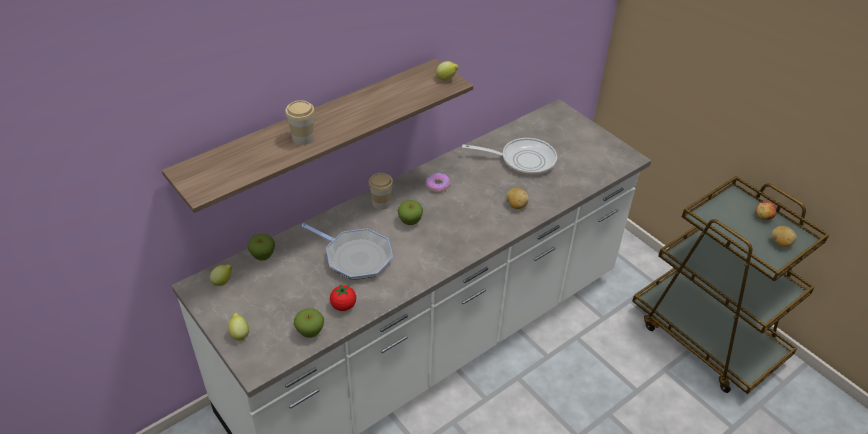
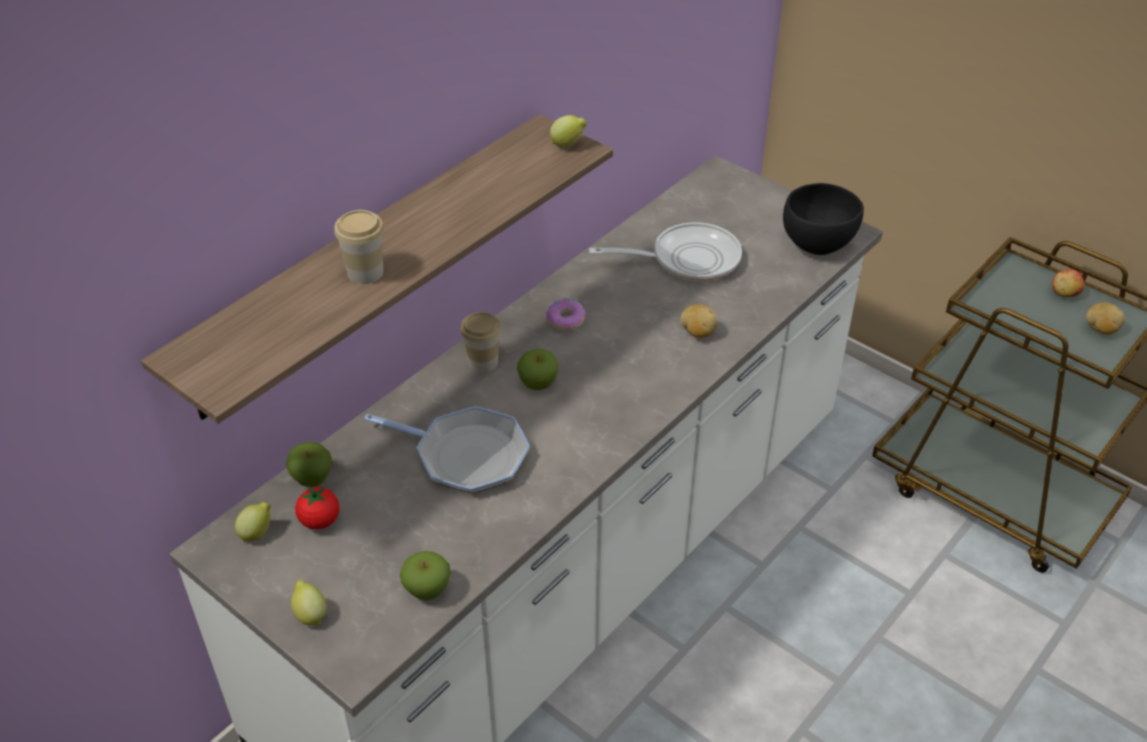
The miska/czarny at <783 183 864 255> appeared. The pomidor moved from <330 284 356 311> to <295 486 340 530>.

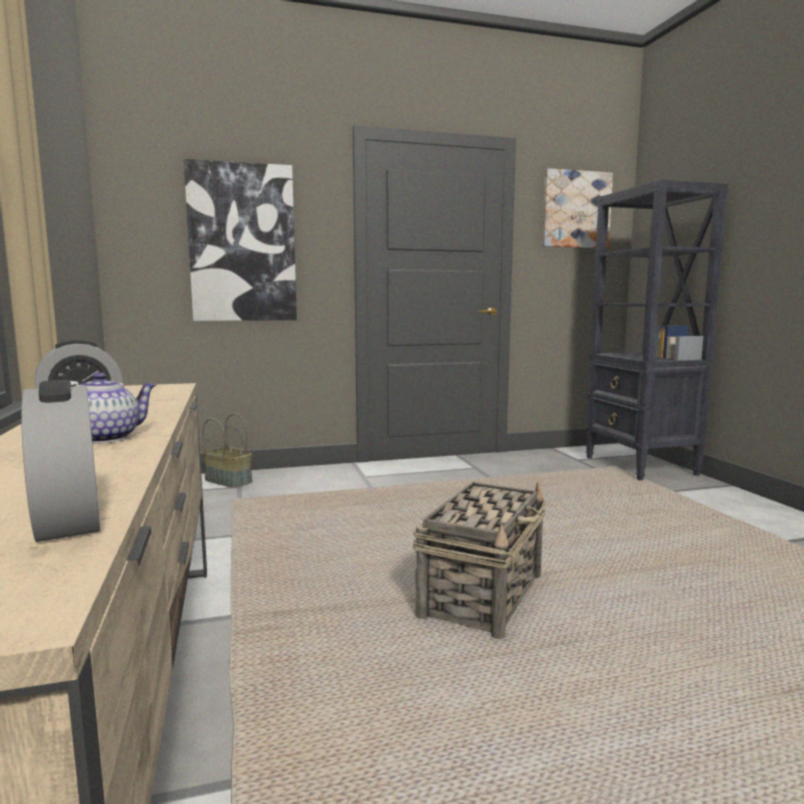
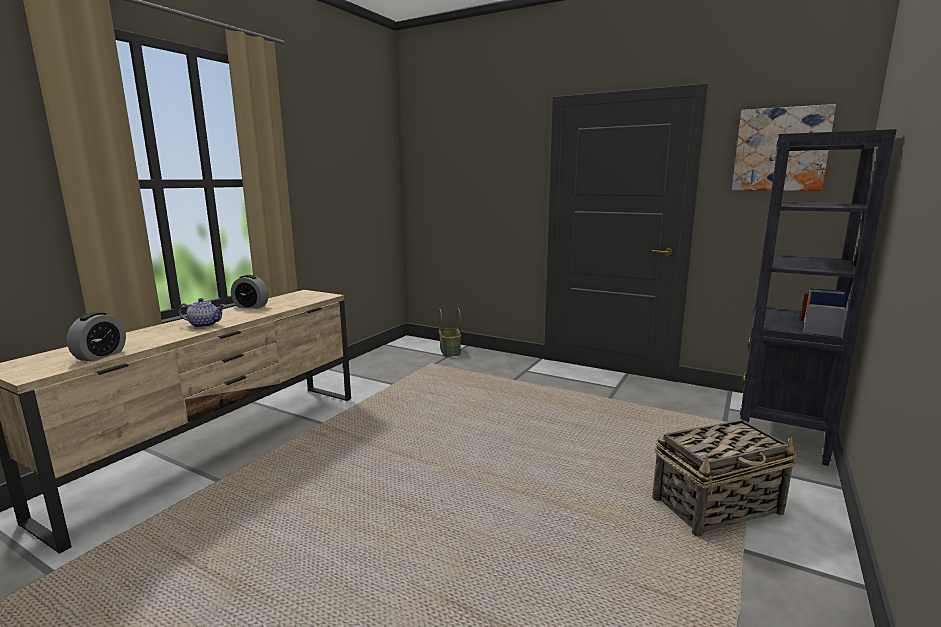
The obraz at <184 159 297 321> disappeared. The koszyk moved from <413 482 545 639> to <652 419 797 537>.

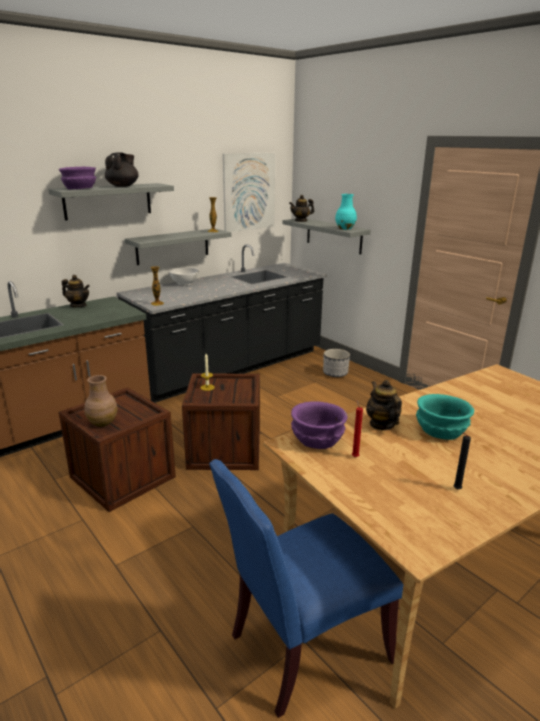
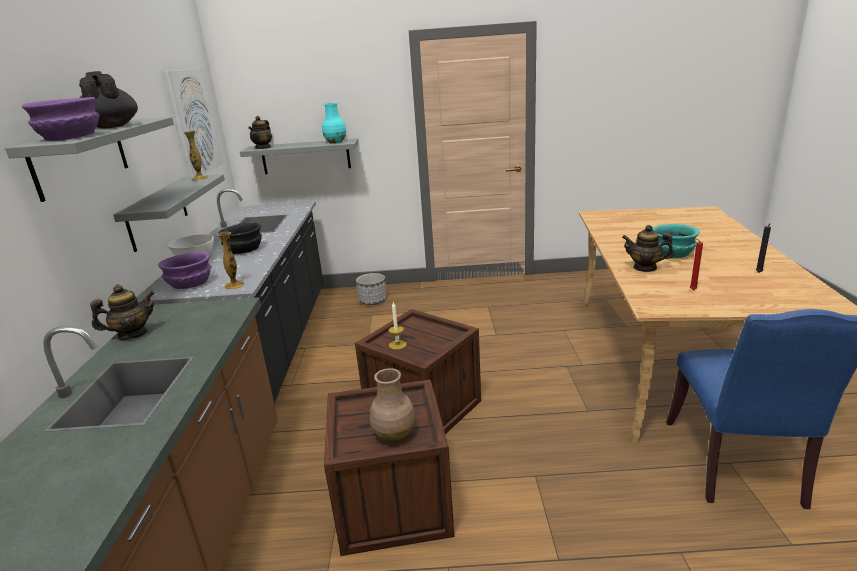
The miska/czarny at <218 222 262 254> appeared. The miska/fioletowy moved from <291 401 348 449> to <158 252 212 289>.

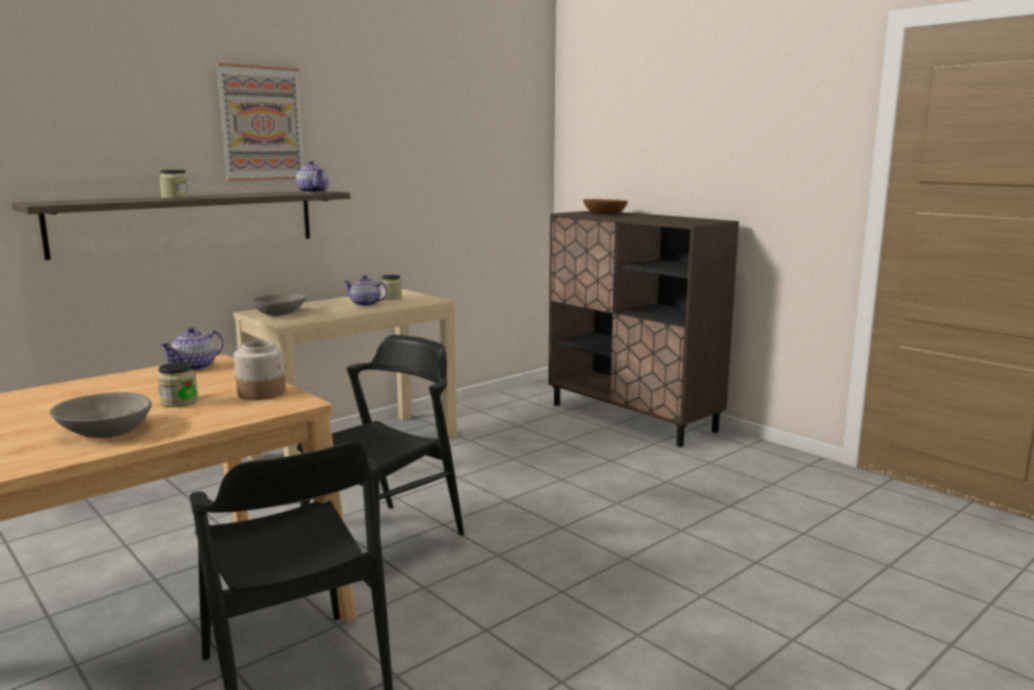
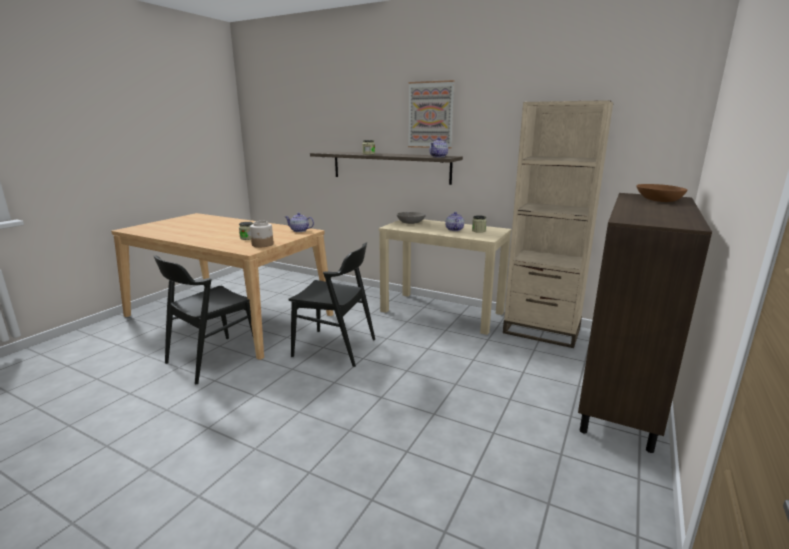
The miska/szary at <50 392 152 438> disappeared. The regał/beżowy at <503 100 614 348> appeared.

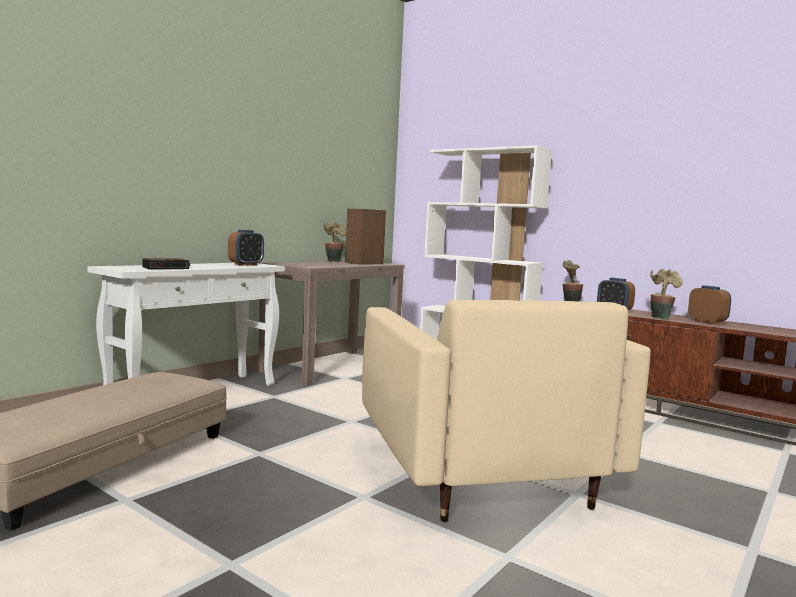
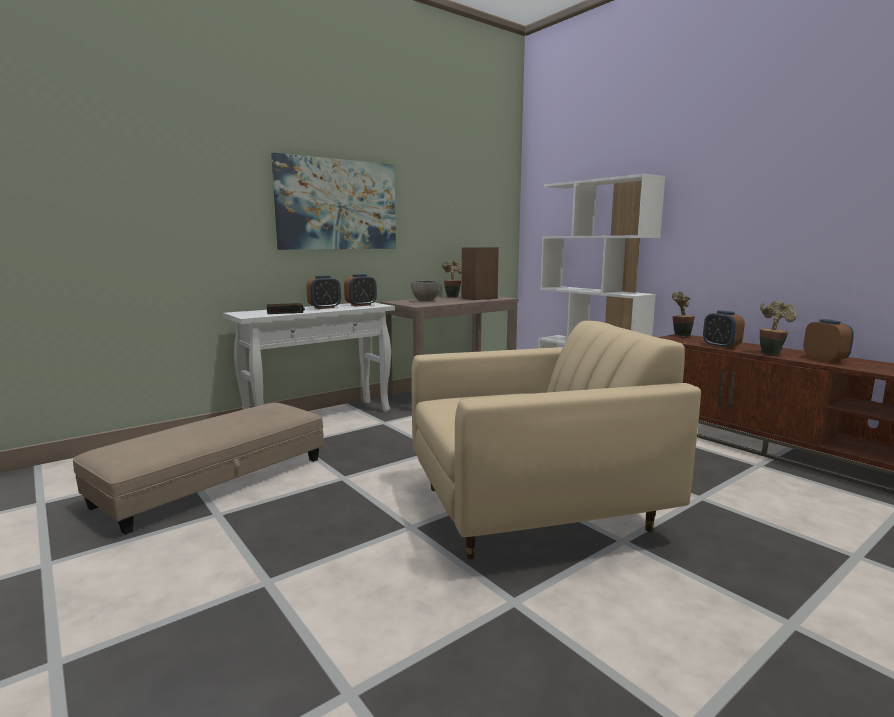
The obraz at <271 153 396 250> appeared. The budzik at <306 276 341 309> appeared. The miska/szary at <411 281 440 301> appeared. The fotel/beżowy at <362 300 651 522> turned 105 degrees counterclockwise.

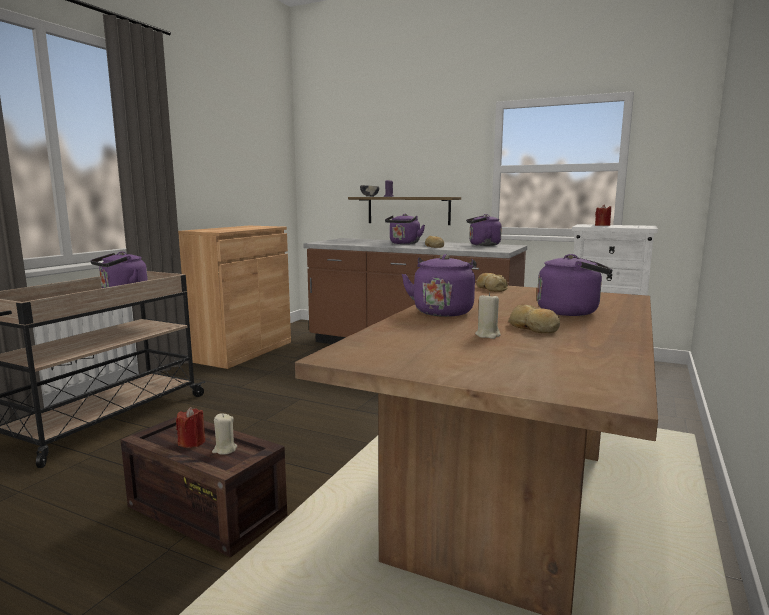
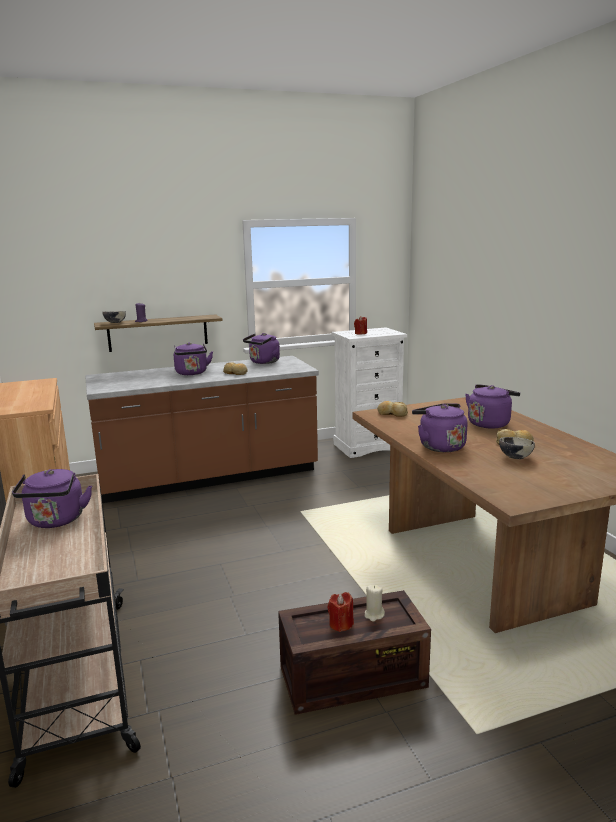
The świeca/beżowy at <475 293 501 339> was replaced by the miska at <499 437 535 459>.

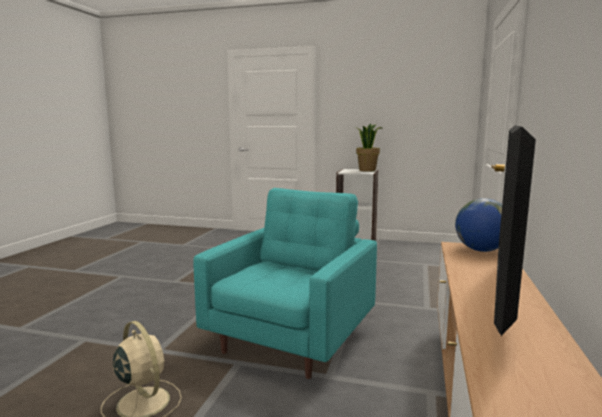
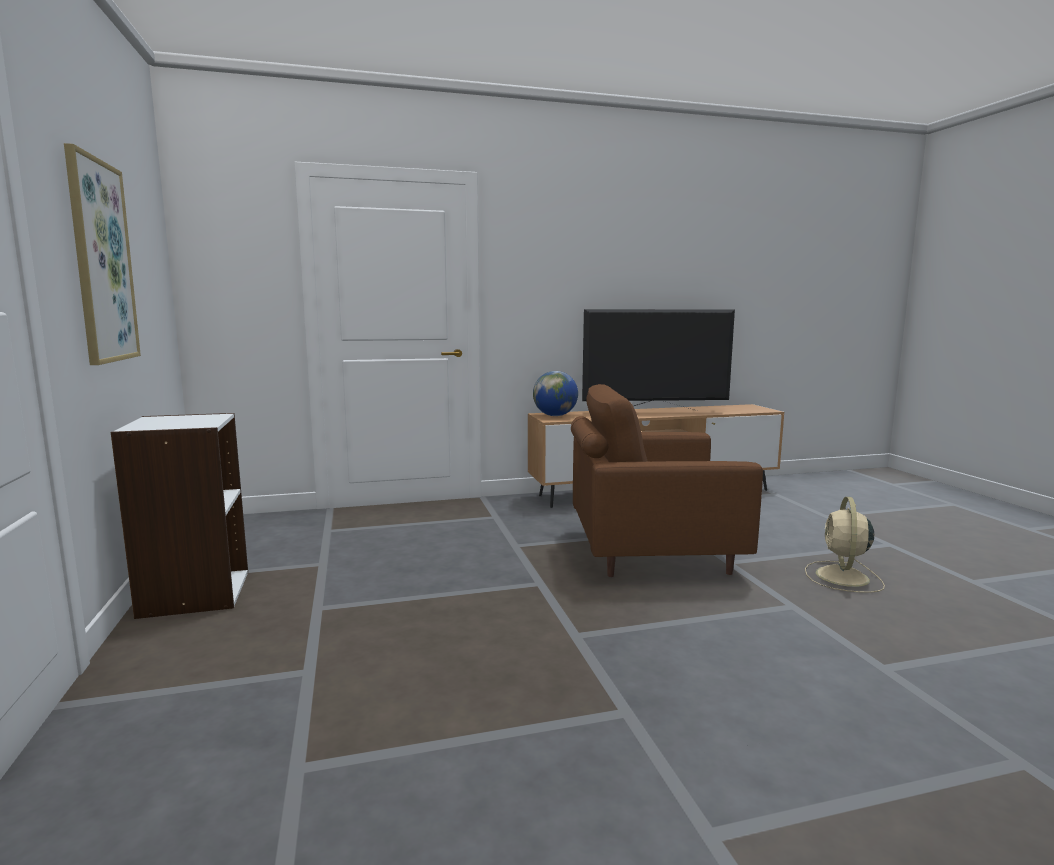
The roślina doniczkowa at <355 124 383 172> disappeared. The obraz at <64 143 141 365> appeared. The fotel/turkusowy at <193 188 377 379> became the fotel/brązowy at <571 384 763 577>.

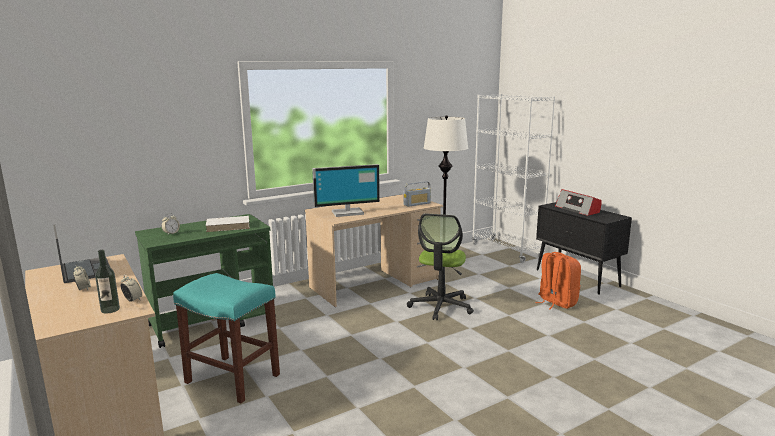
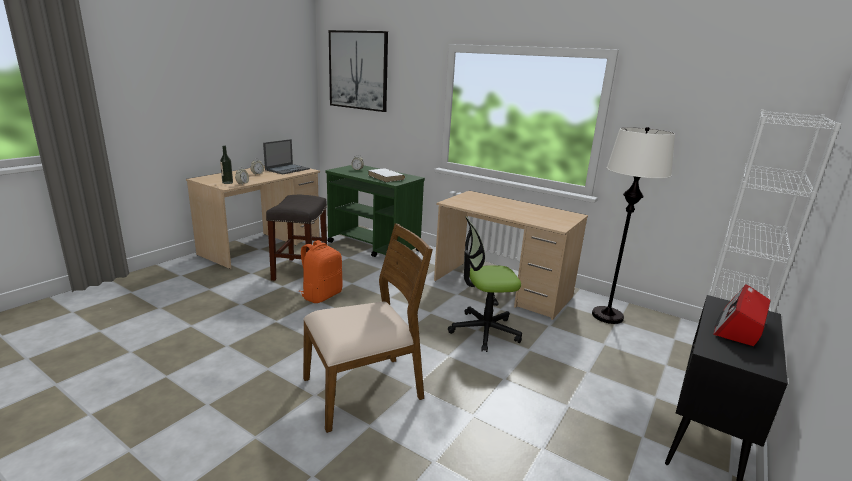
The monitor at <312 164 380 217> disappeared. The radio at <403 181 431 207> disappeared. The krzesło/brązowy at <303 223 433 433> appeared. The obraz at <329 30 388 112> appeared. The plecak/pomarańczowy moved from <535 252 581 309> to <299 240 342 303>. The stołek/turkusowy at <173 273 280 403> became the stołek/szary at <266 195 327 281>.

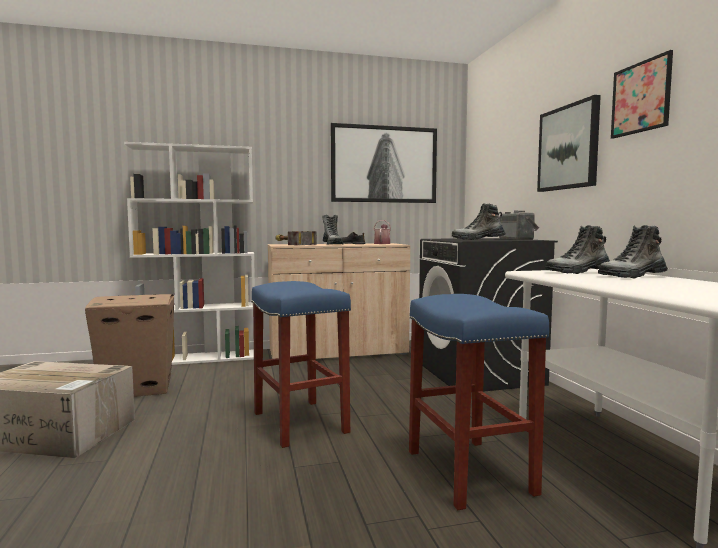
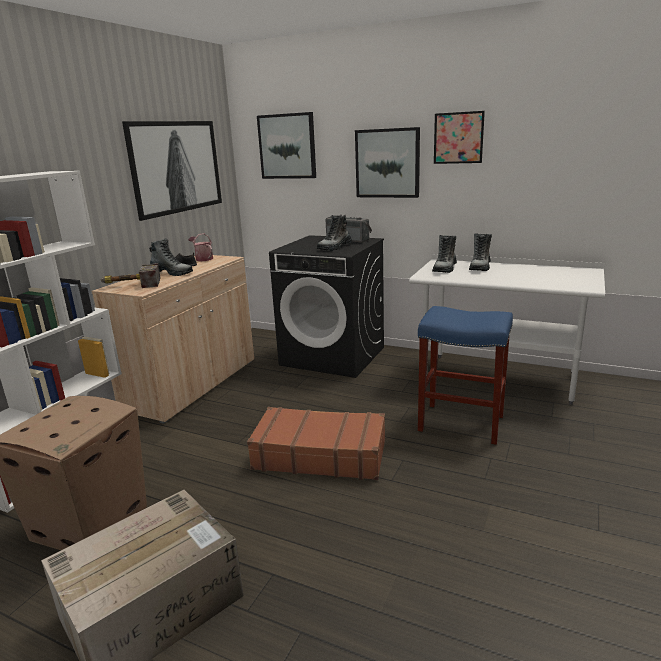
The obraz at <257 112 316 179> appeared. The stołek/niebieski at <251 281 351 448> was replaced by the walizka/brązowy at <247 407 385 480>.

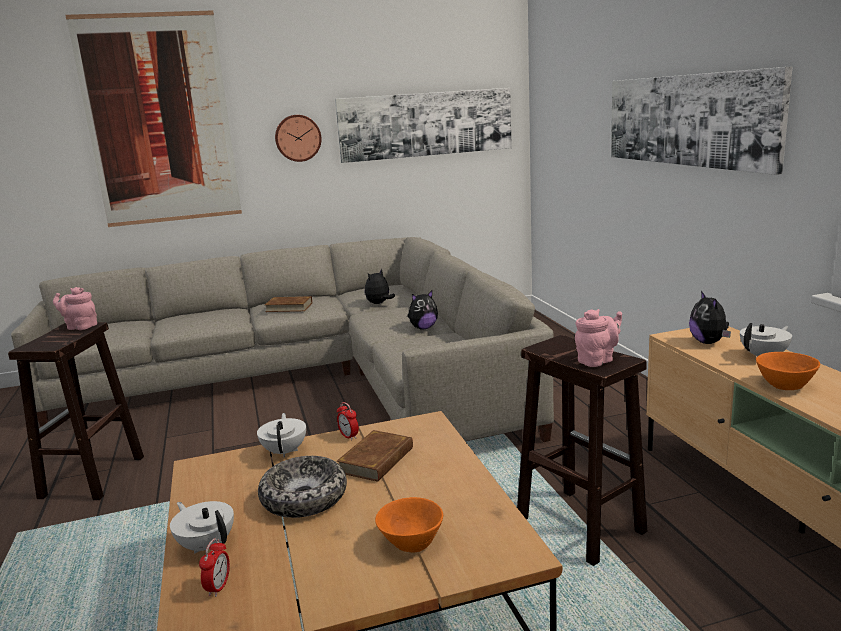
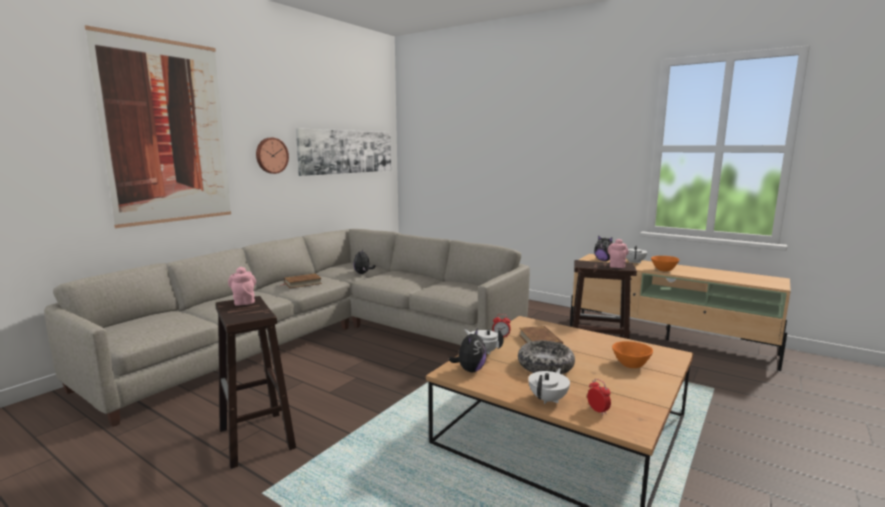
The obraz at <611 66 792 175> disappeared. The pluszak moved from <407 291 438 329> to <449 328 487 372>. The imbryk/różowy at <53 287 97 330> turned 90 degrees clockwise. The imbryk/biały at <170 501 234 553> turned 120 degrees clockwise.

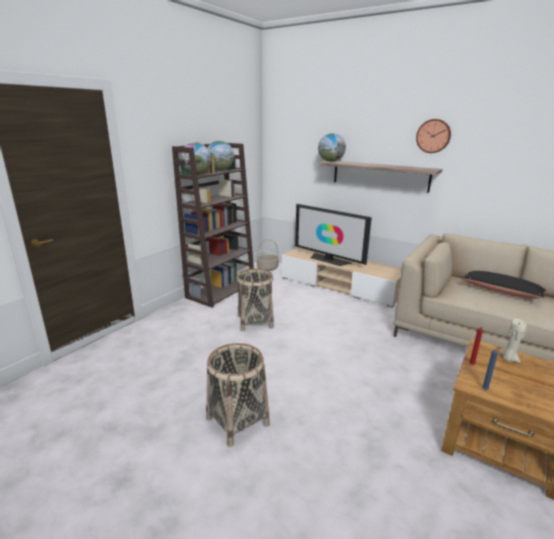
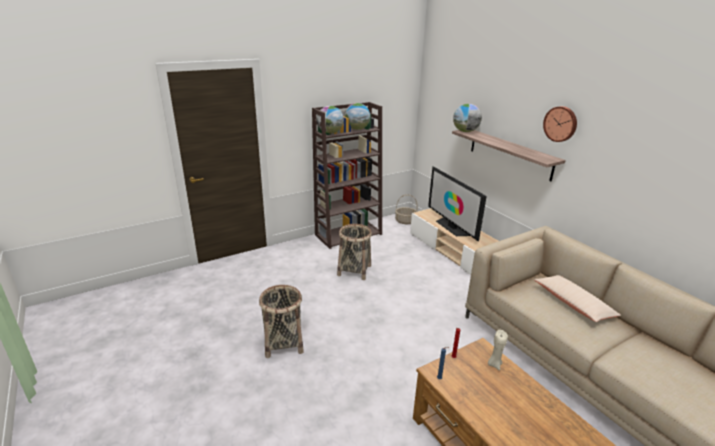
The poduszka/czarny at <461 271 546 299> became the poduszka/beżowy at <534 275 621 322>.

